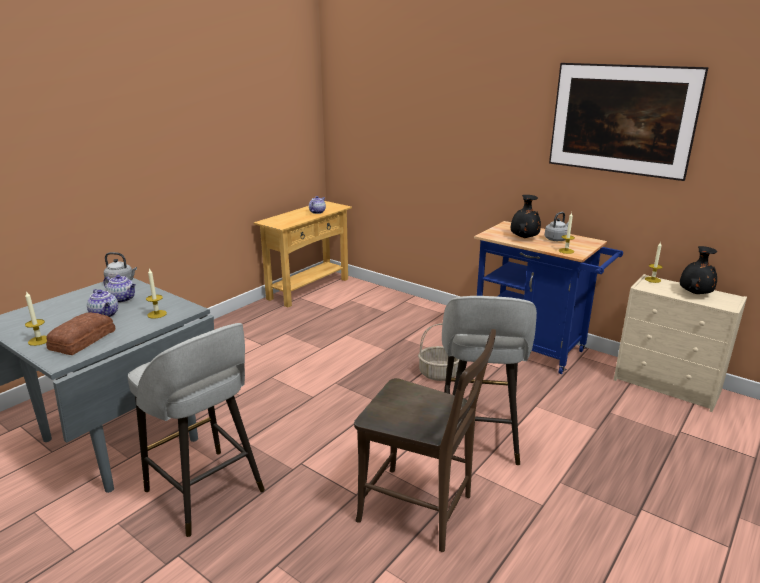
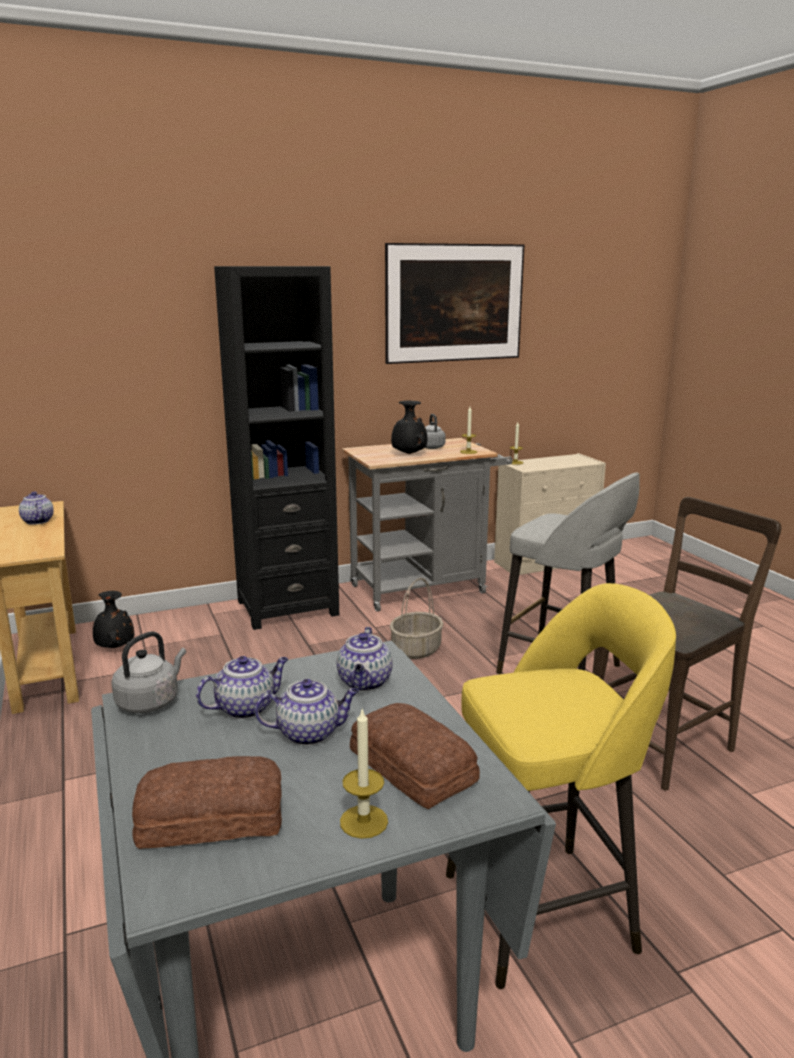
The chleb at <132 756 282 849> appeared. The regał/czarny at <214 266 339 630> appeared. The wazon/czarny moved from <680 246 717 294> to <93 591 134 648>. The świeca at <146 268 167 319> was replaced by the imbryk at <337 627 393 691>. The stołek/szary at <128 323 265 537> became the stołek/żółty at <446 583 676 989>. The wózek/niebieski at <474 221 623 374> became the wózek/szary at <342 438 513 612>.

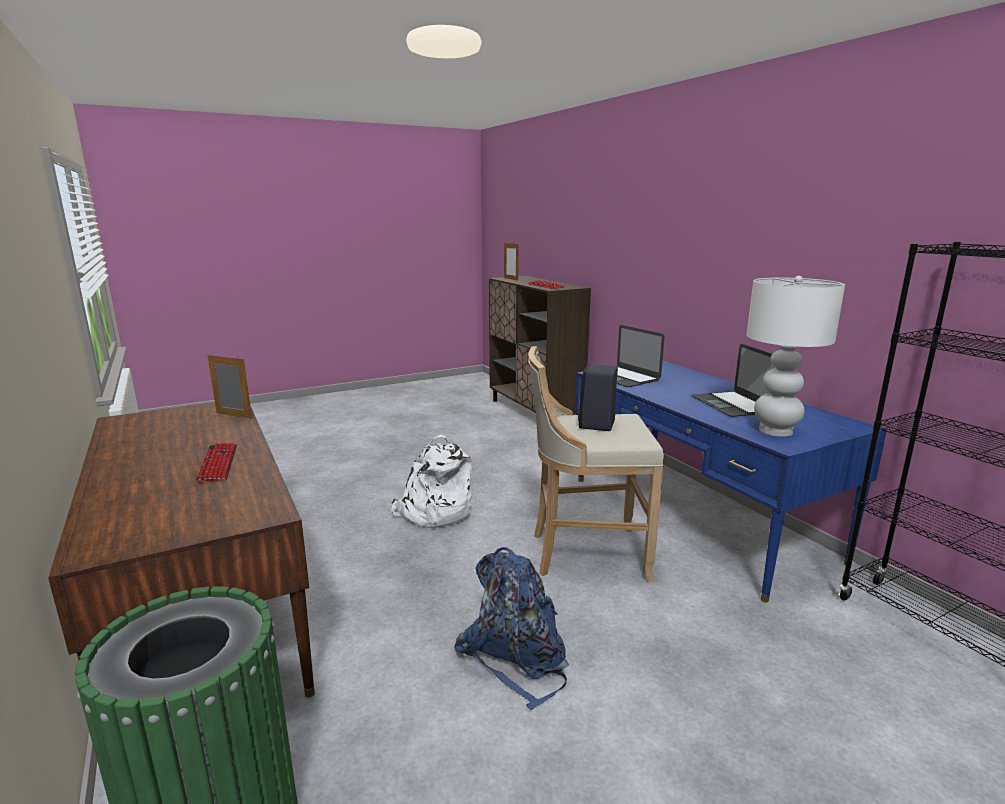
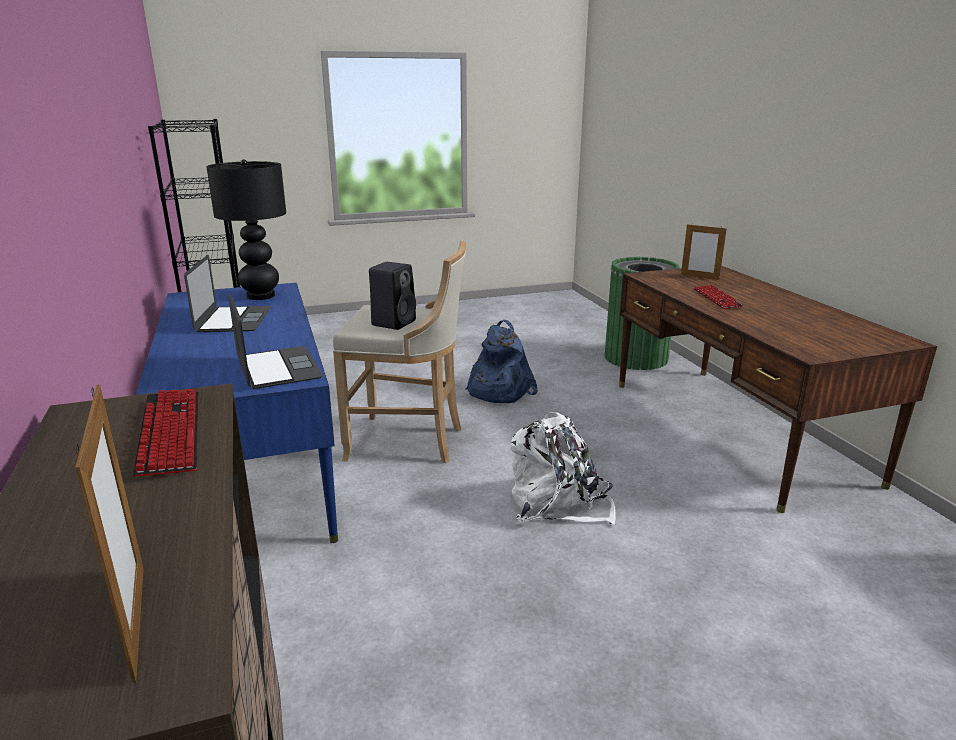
The ramka na zdjęcie moved from <208 354 252 419> to <681 224 727 280>. The lampa stołowa/biały at <746 276 845 437> became the lampa stołowa/czarny at <206 160 286 300>.

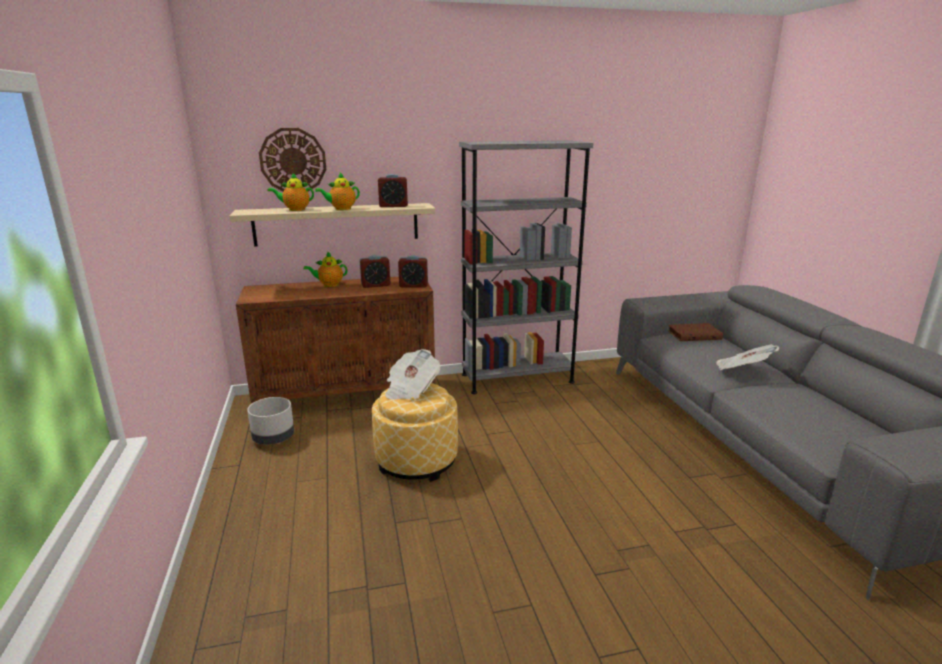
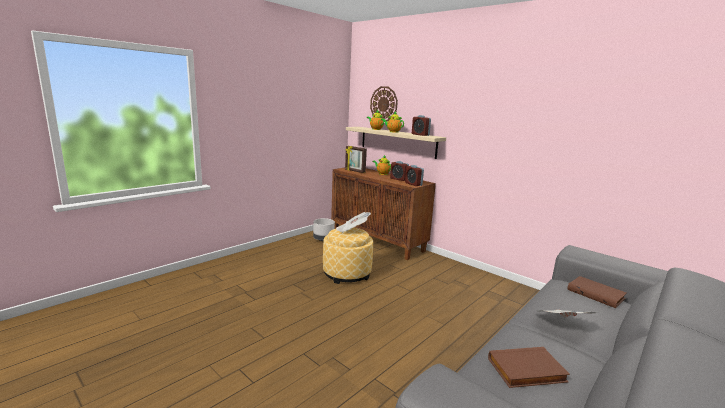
The regał/szary at <459 141 593 394> disappeared. The ramka na zdjęcie at <345 146 367 173> appeared. The książka/brązowy at <488 347 570 388> appeared.

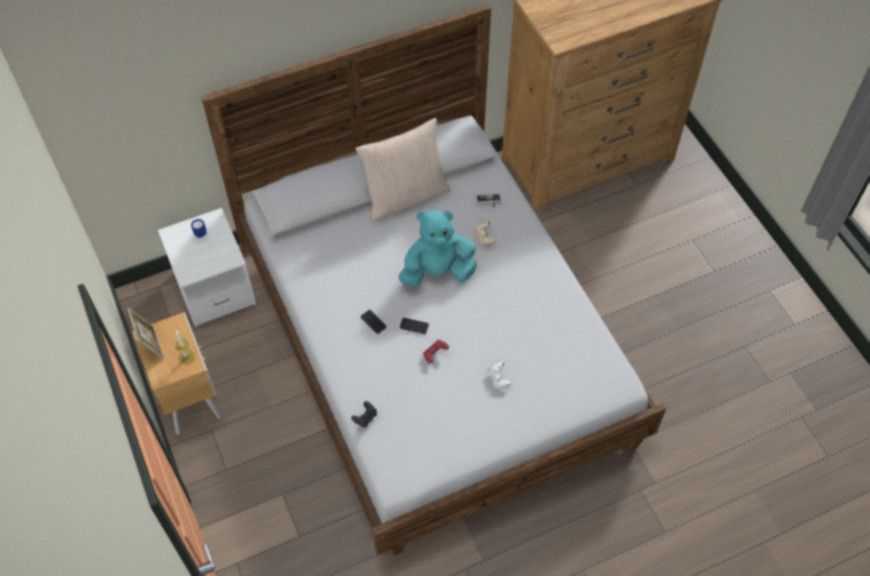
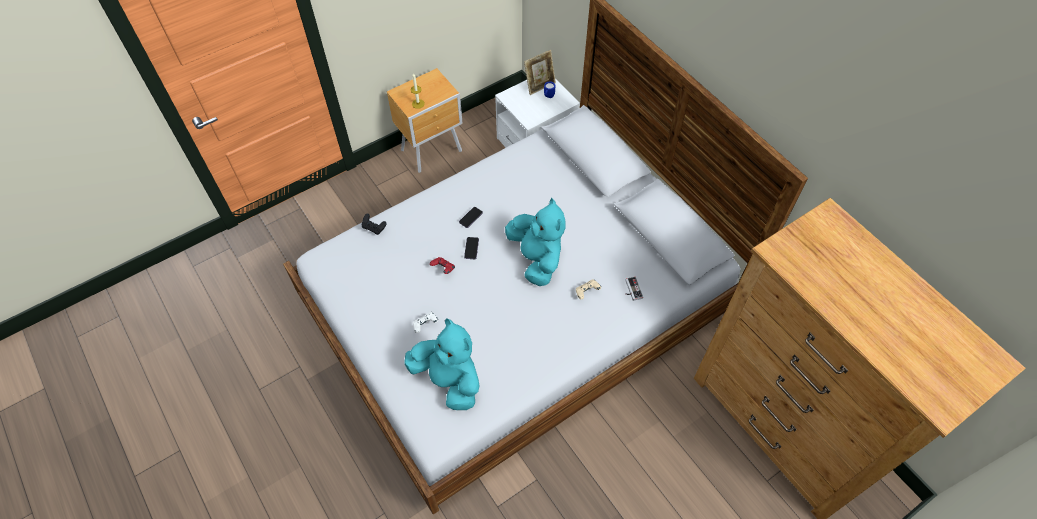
The poduszka/beżowy at <355 118 450 222> disappeared. The pluszak/turkusowy at <404 318 479 410> appeared. The ramka na zdjęcie moved from <127 307 164 359> to <524 50 556 95>.

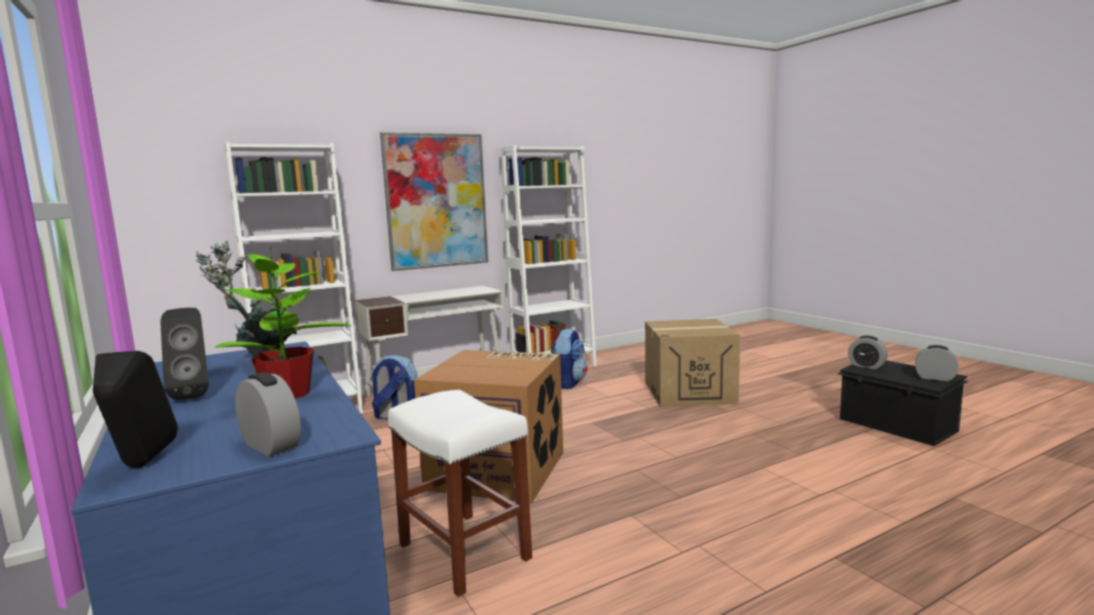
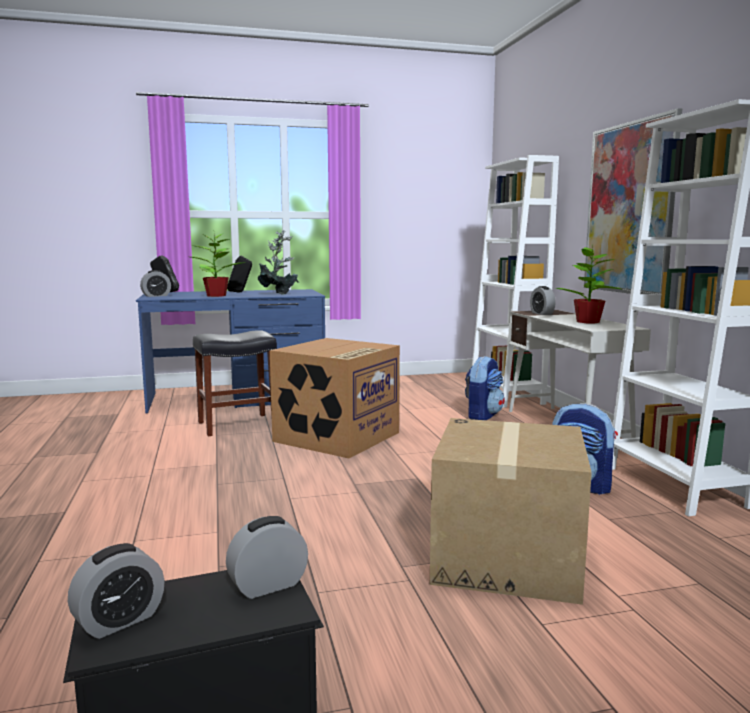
The budzik at <530 286 556 315> appeared. The roślina doniczkowa at <555 247 623 323> appeared. The stołek/biały at <388 390 532 597> became the stołek/czarny at <193 330 277 436>.

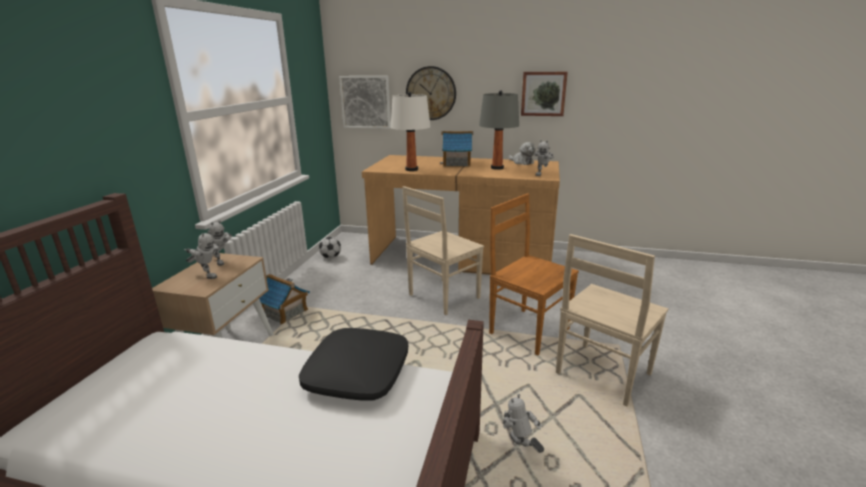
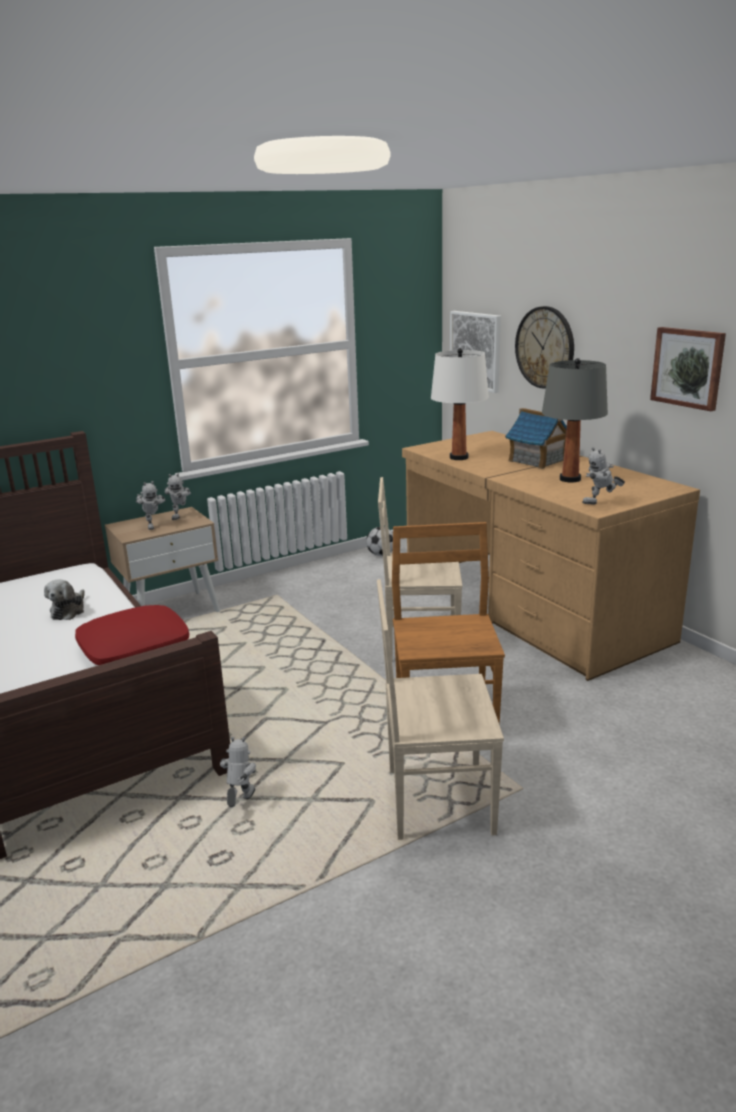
The domek at <259 274 310 324> disappeared. The pluszak moved from <509 142 536 165> to <44 579 85 620>. The poduszka/czarny at <299 328 408 400> became the poduszka/czerwony at <75 605 189 665>.

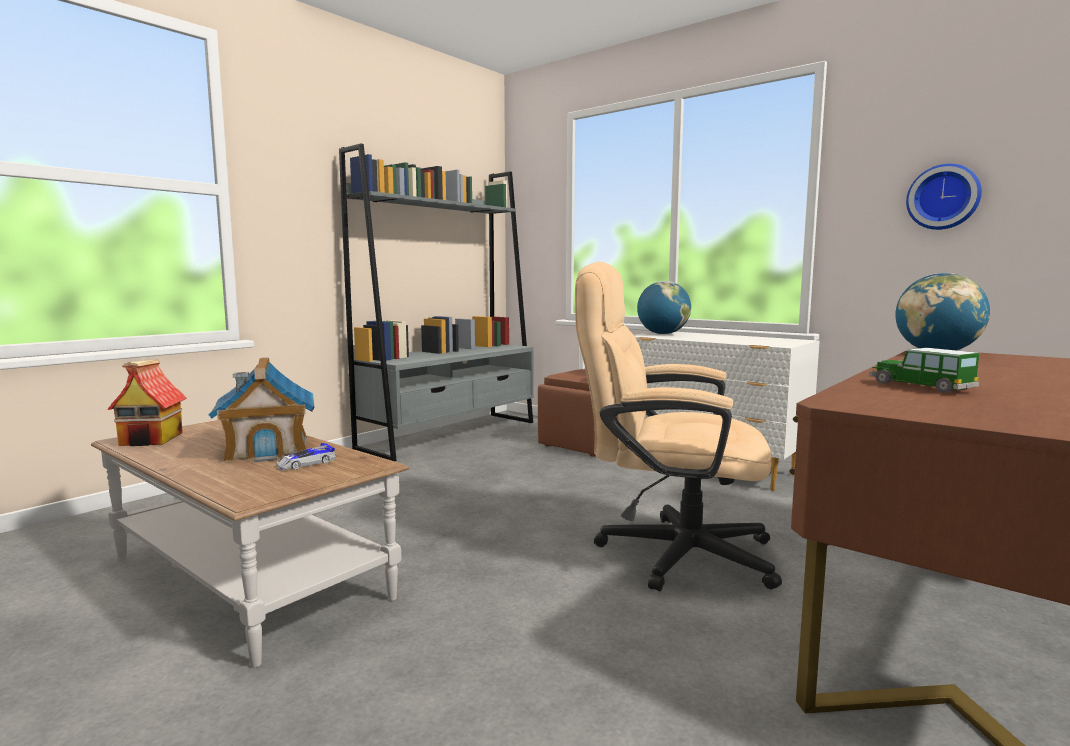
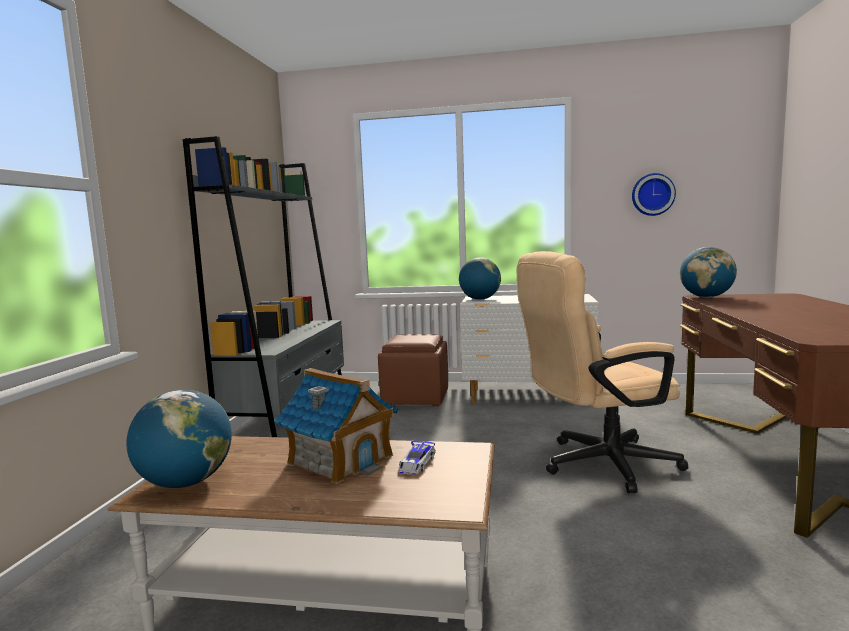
The samochodzik at <869 348 979 393> disappeared. The domek at <107 359 187 446> was replaced by the globus at <126 390 232 488>.

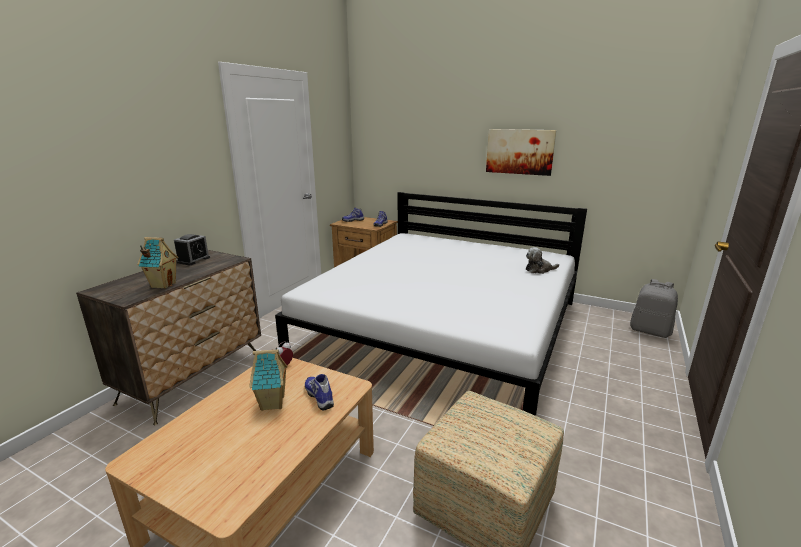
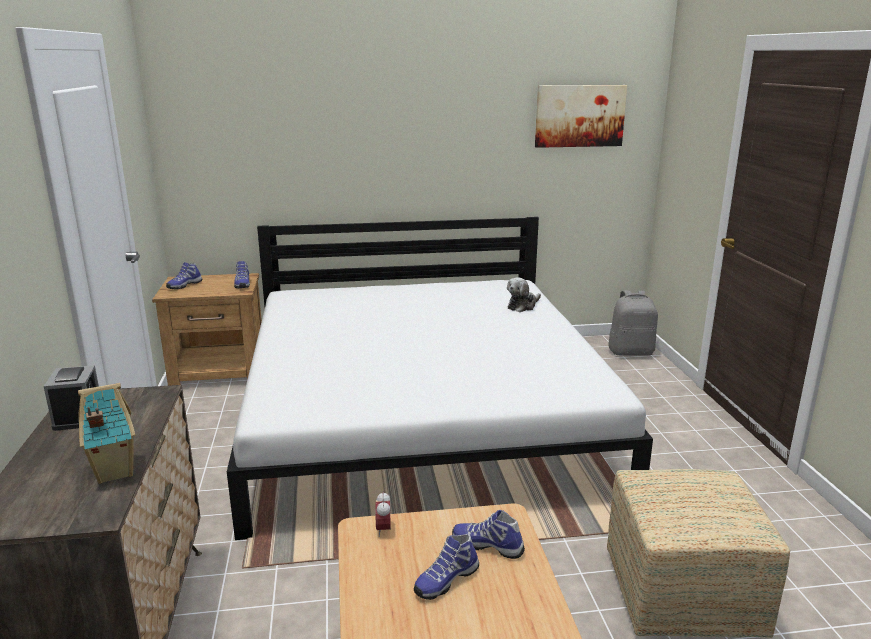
The obraz moved from <486 129 557 176> to <535 85 627 148>. The domek at <250 347 288 411> was replaced by the but at <414 534 479 600>.

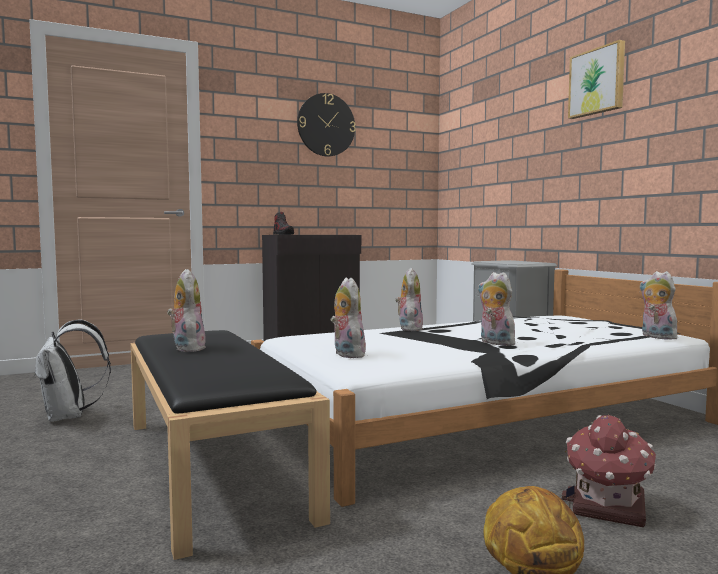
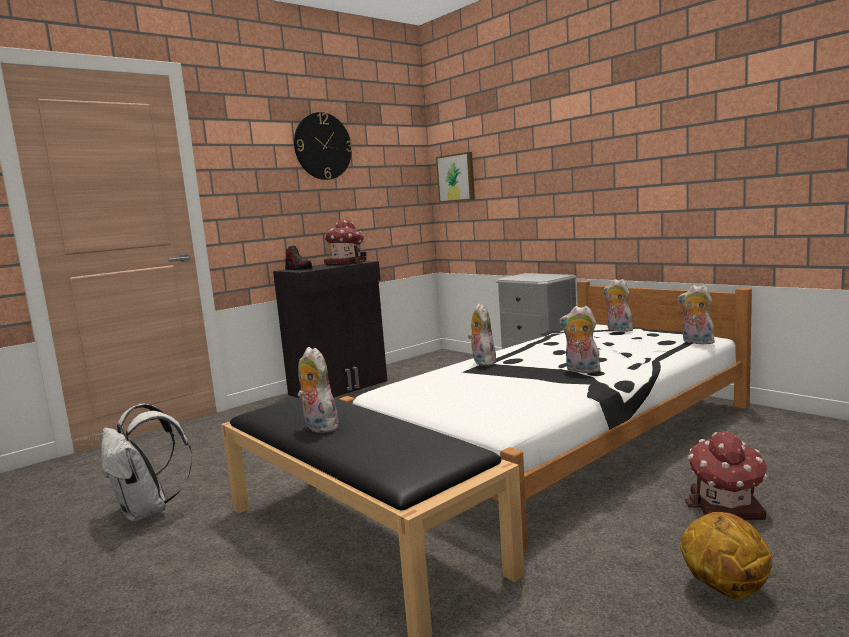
The domek at <324 219 366 265> appeared. The pluszak moved from <331 278 366 358> to <603 279 633 332>. The obraz moved from <568 40 625 119> to <436 152 475 203>.

